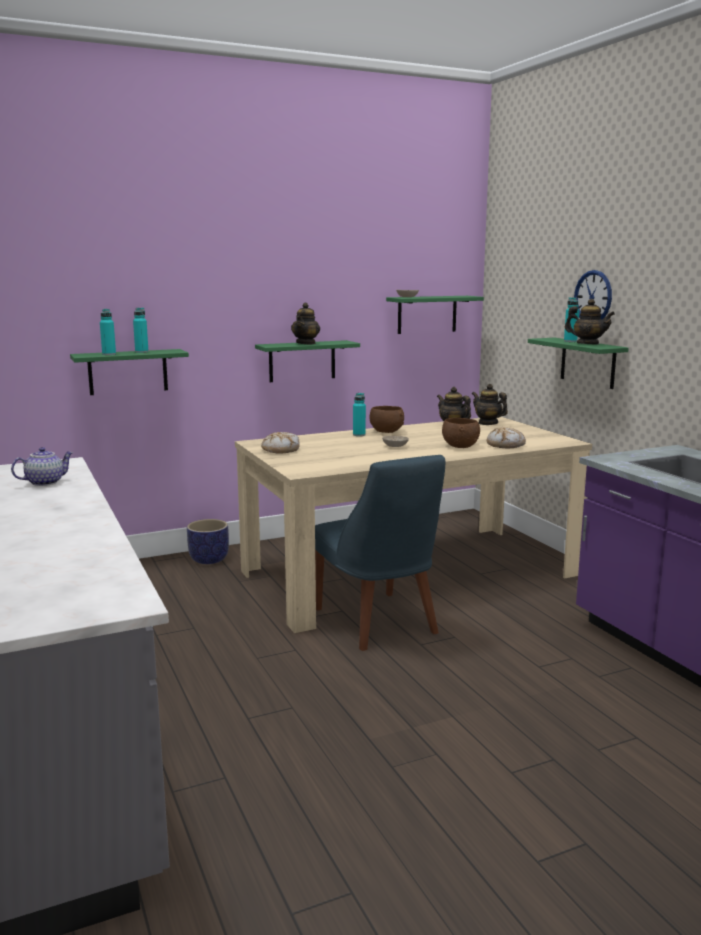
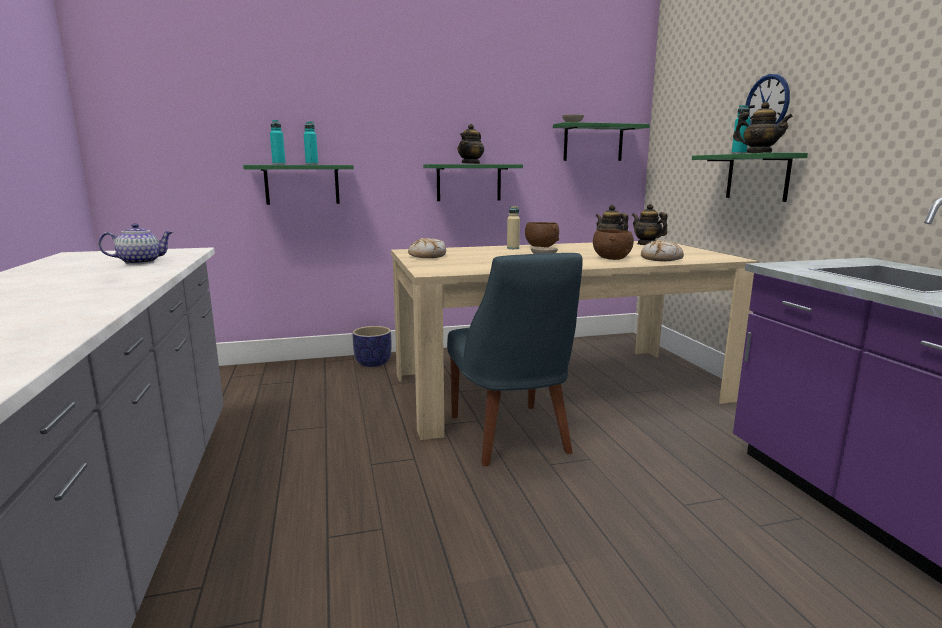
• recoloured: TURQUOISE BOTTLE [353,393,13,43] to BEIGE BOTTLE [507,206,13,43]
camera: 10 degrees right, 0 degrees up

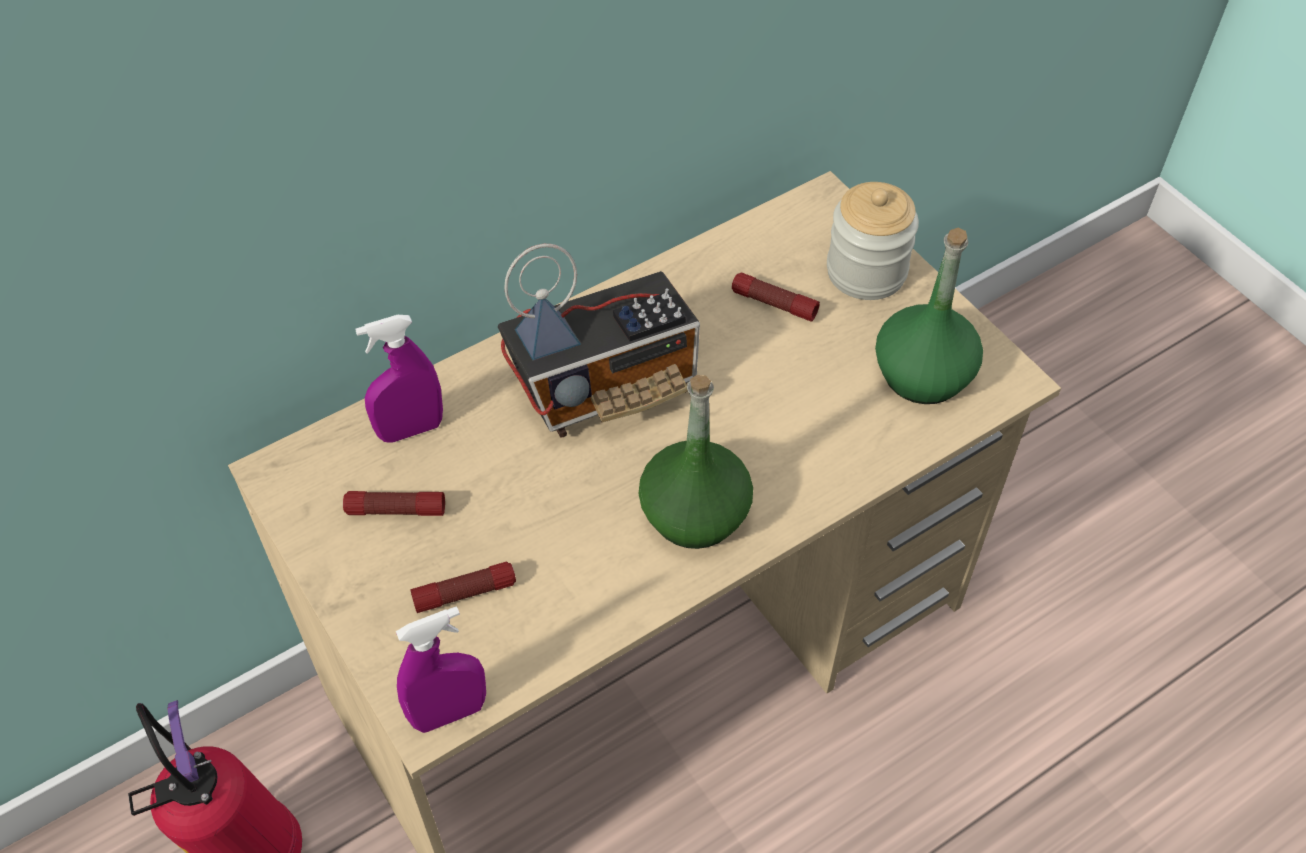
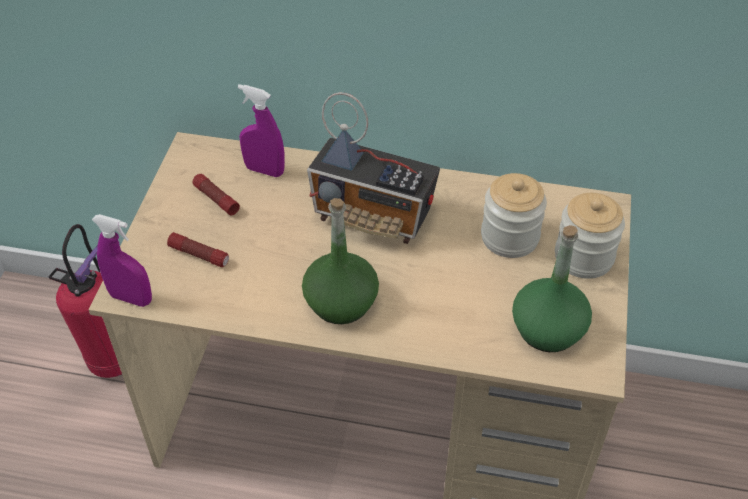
• replaced: FLASHLIGHT [732,272,88,50] to JAR [481,173,66,85]
camera: 45 degrees right, 5 degrees down

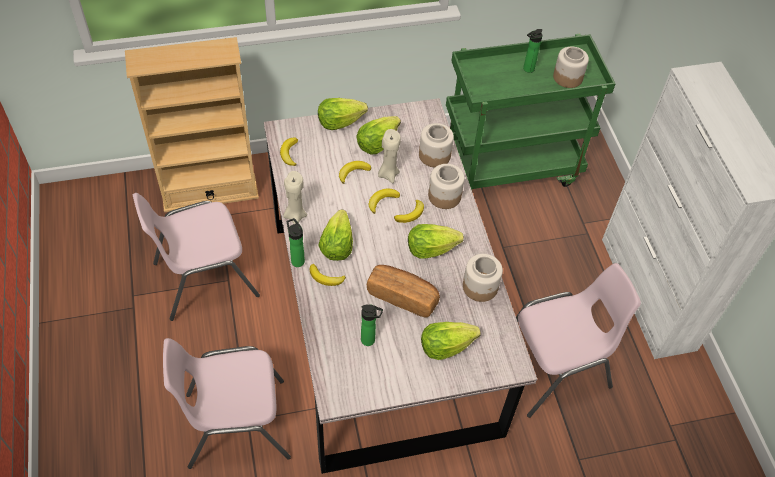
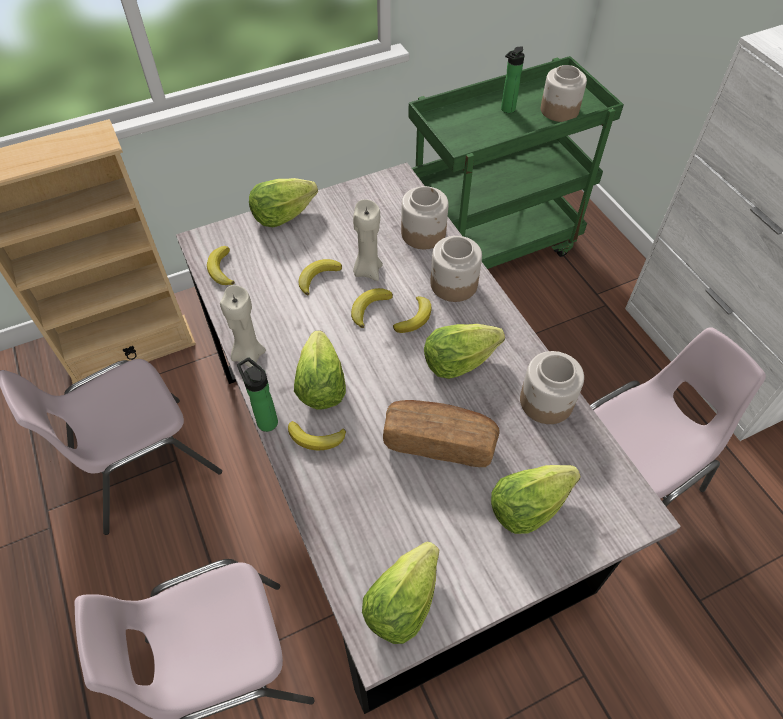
• moved: LETTUCE [356,116,45,39] to [362,541,77,103]
• removed: BOTTLE [361,304,22,42]
camera: 10 degrees left, 0 degrees up

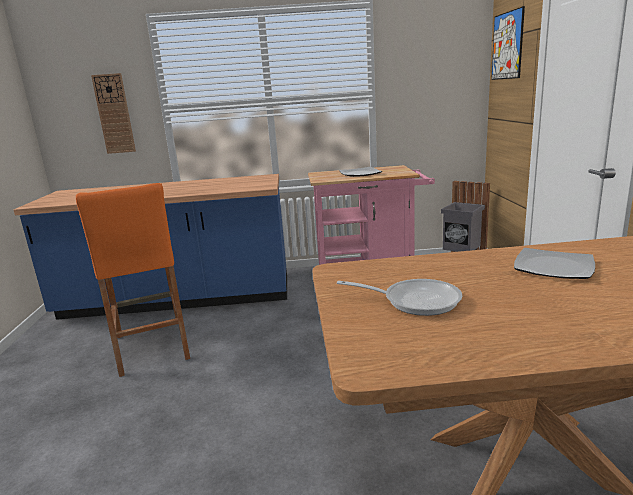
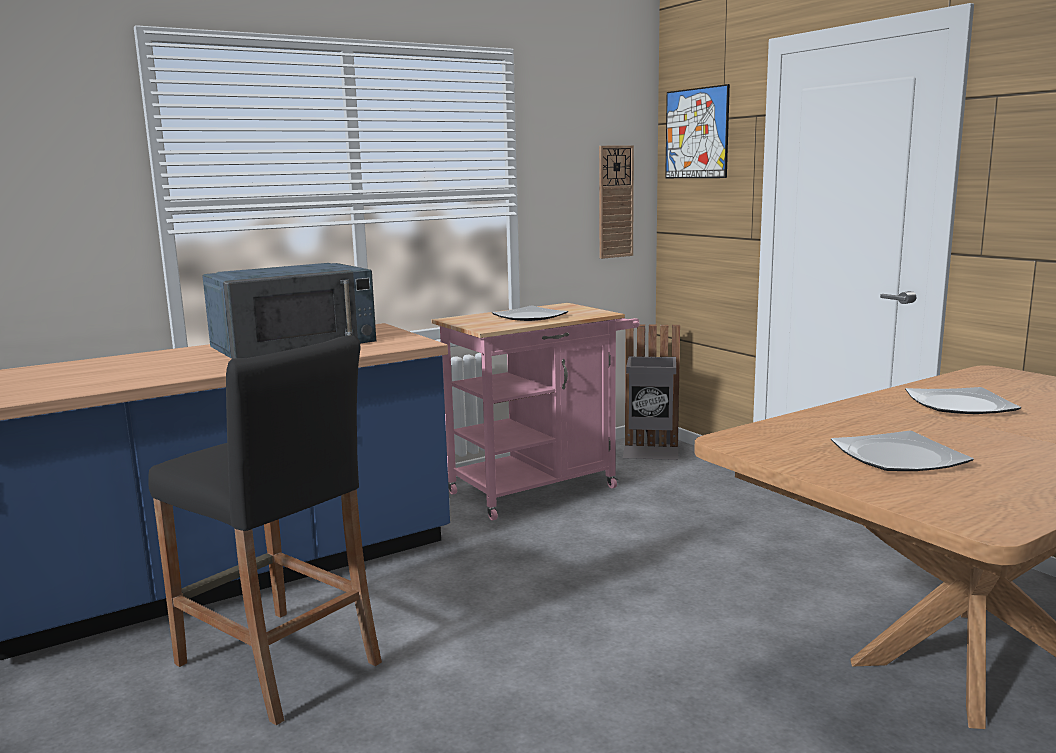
• moved: WALL CLOCK [91,73,45,81] to [599,145,35,114]
• recoloured: ORANGE STOOL [76,183,114,194] to BLACK STOOL [148,335,234,390]
• replaced: FRYING PAN [337,279,125,37] to PLATE [831,431,143,40]
• added: BLUE MICROWAVE [202,263,174,96]
camera: 30 degrees left, 5 degrees down

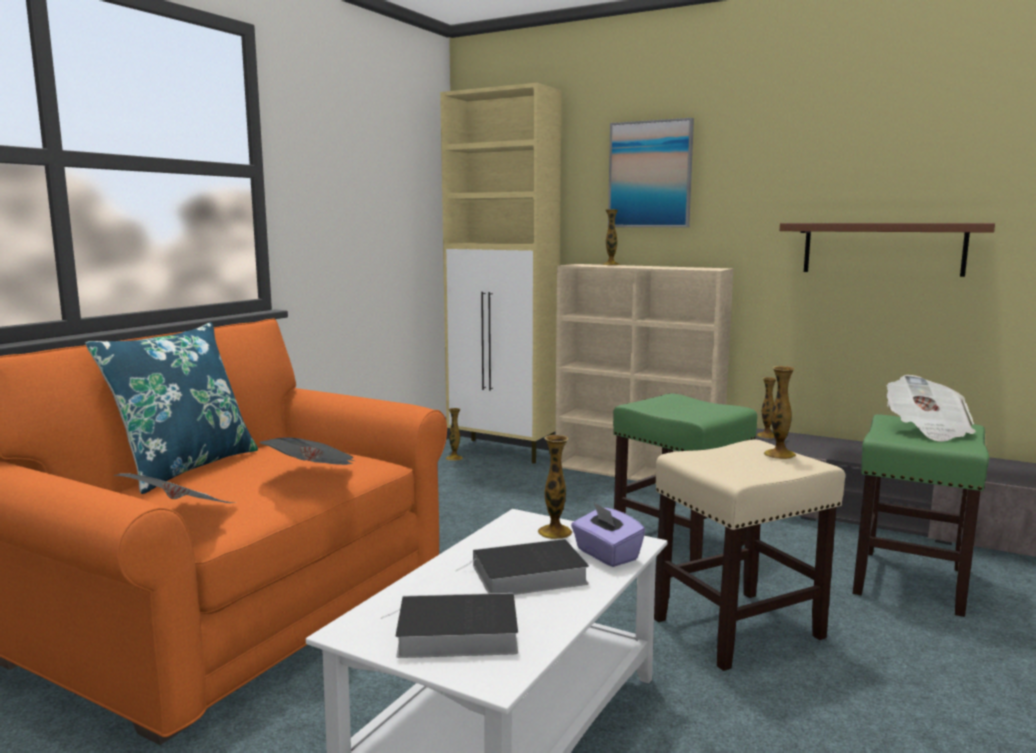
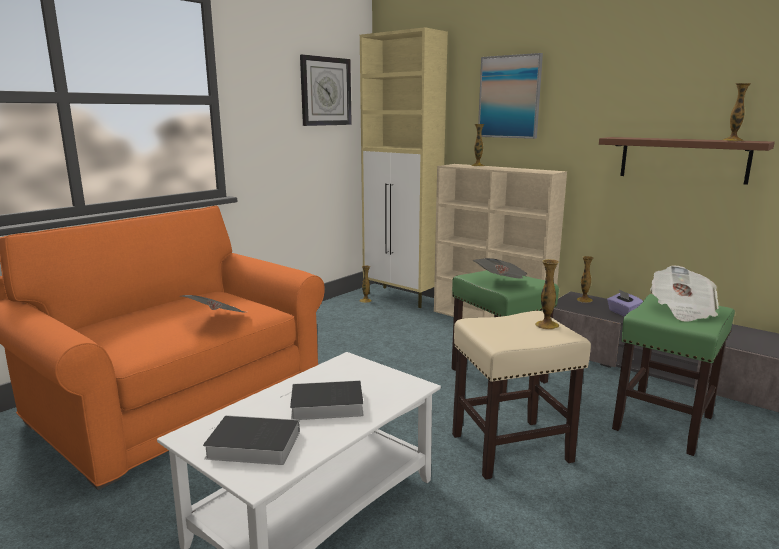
• removed: BLUE PILLOW [85,322,173,172]
• moved: VASE [538,435,34,104] to [723,83,28,58]
• moved: NEWSPAPER [113,473,123,30] to [472,258,55,20]
• moved: PURPLE TISSUE BOX [571,502,74,65] to [607,290,36,27]
• added: WALL CLOCK [300,54,52,72]
camera: 10 degrees right, 5 degrees up

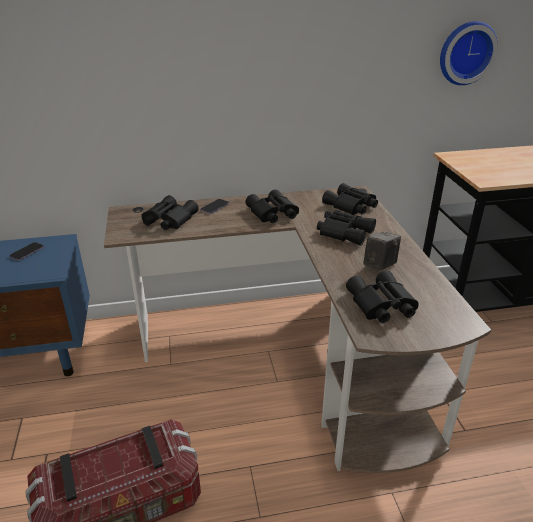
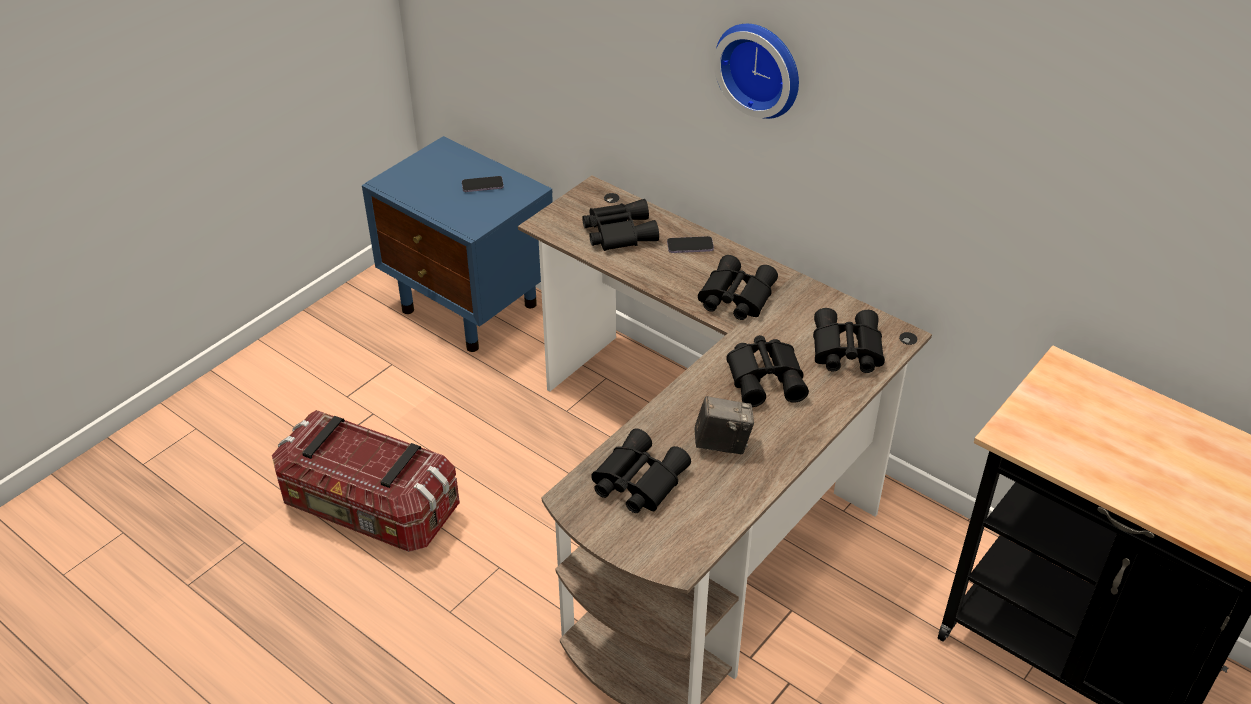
• moved: WALL CLOCK [440,21,58,64] to [714,24,85,95]
camera: 50 degrees right, 10 degrees up

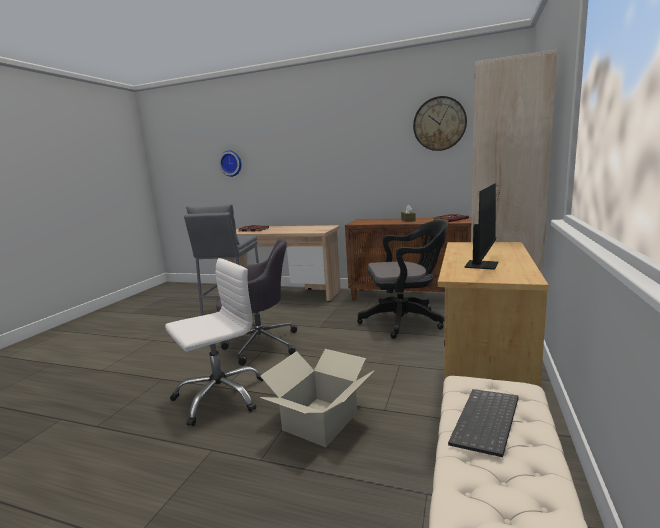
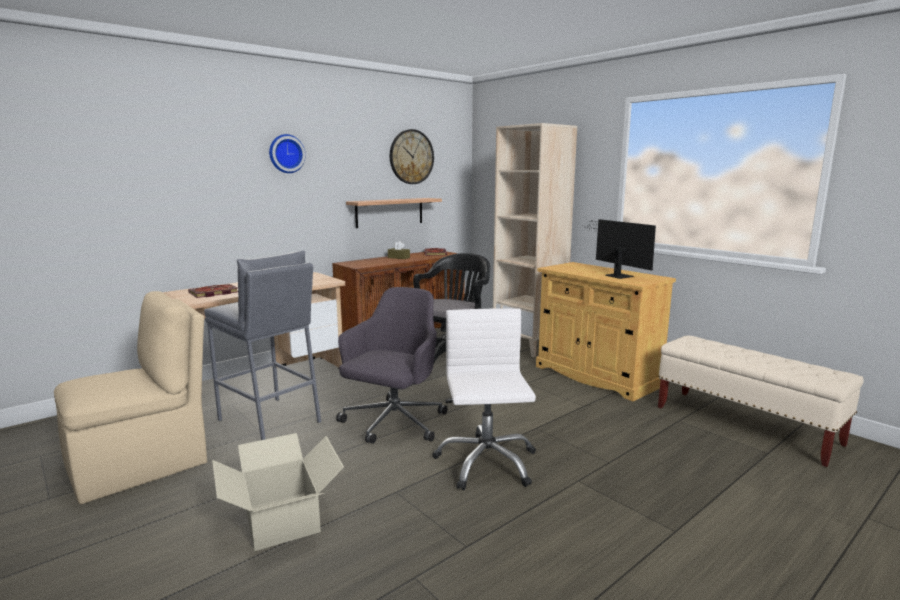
• moved: WALL CLOCK [219,150,23,27] to [269,134,37,39]
• moved: CARDBOARD BOX [260,349,114,98] to [212,433,132,118]
• removed: KEYBOARD [448,389,70,68]
• added: SHELF [346,198,96,30]
• added: BEIGE CHAIR [54,291,153,213]
camera: 60 degrees left, 0 degrees up

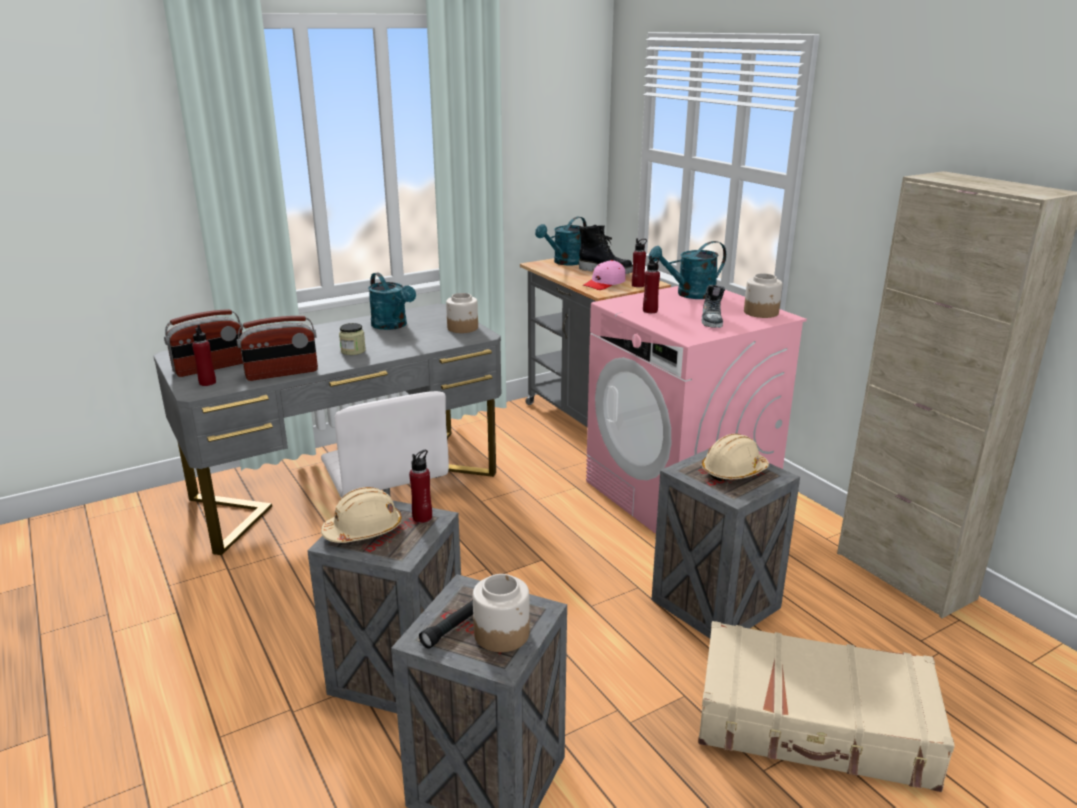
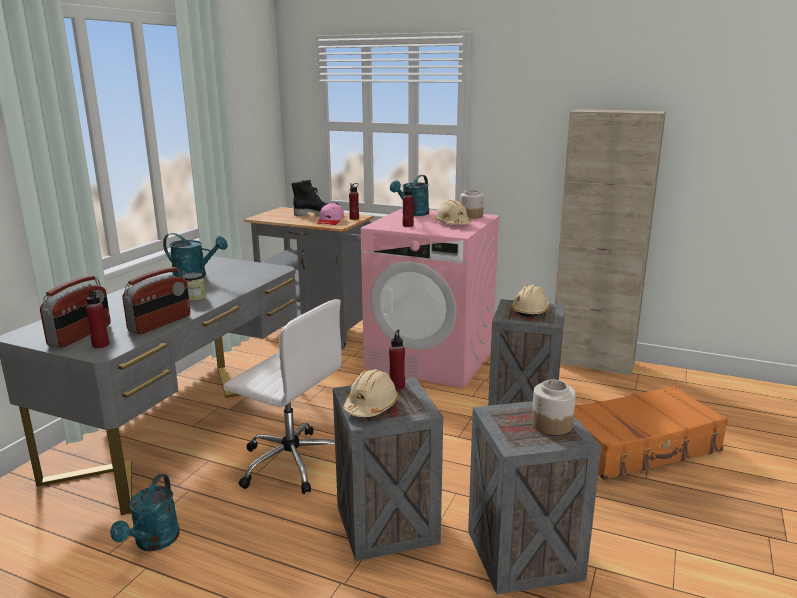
• moved: TURQUOISE WATERING CAN [535,217,52,48] to [110,474,70,77]
• replaced: SHOE [702,285,23,43] to BEIGE HARD HAT [435,200,37,25]
• removed: JAR [446,293,32,40]
• removed: BLACK FLASHLIGHT [419,600,54,49]
• recoloured: BEIGE SUITCASE [698,621,257,171] to ORANGE SUITCASE [574,385,154,95]
camera: 35 degrees left, 5 degrees down

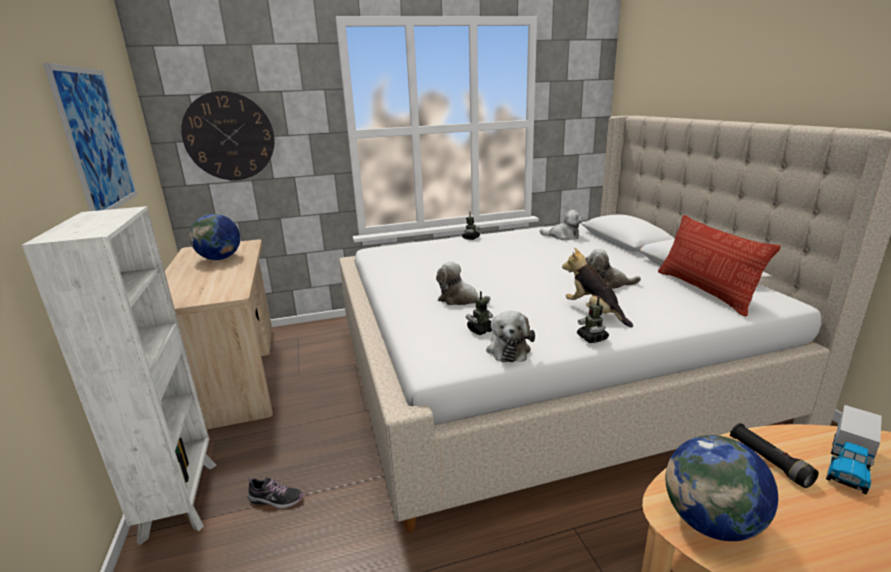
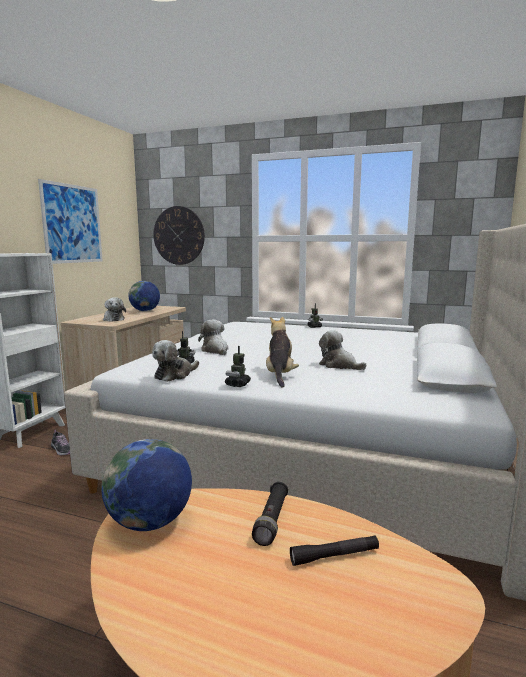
• moved: PLUSH TOY [540,210,43,30] to [103,297,23,25]
• removed: PILLOW [658,215,123,101]
• replaced: TOY TRUCK [826,405,56,89] to BLACK FLASHLIGHT [290,535,89,31]
camera: 35 degrees right, 10 degrees down

